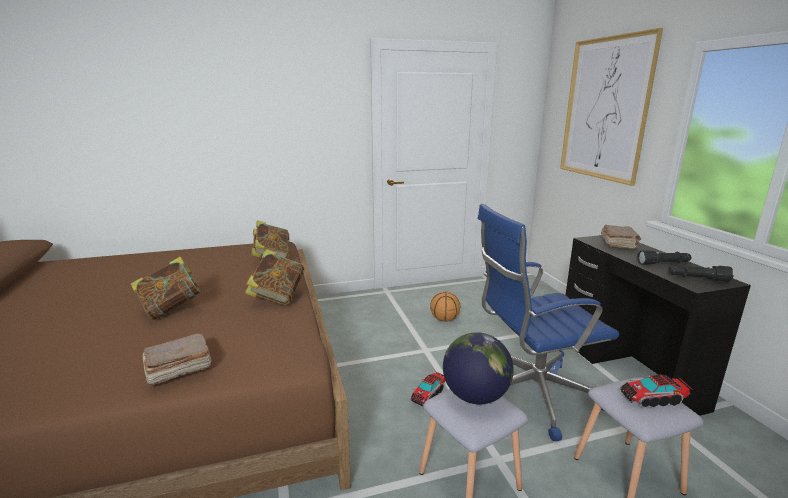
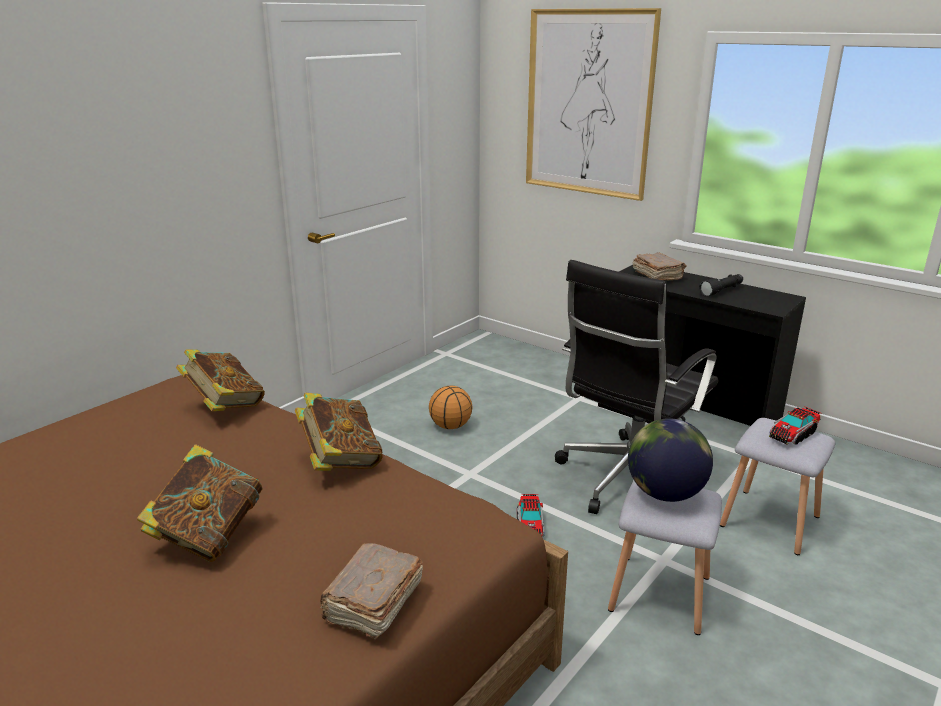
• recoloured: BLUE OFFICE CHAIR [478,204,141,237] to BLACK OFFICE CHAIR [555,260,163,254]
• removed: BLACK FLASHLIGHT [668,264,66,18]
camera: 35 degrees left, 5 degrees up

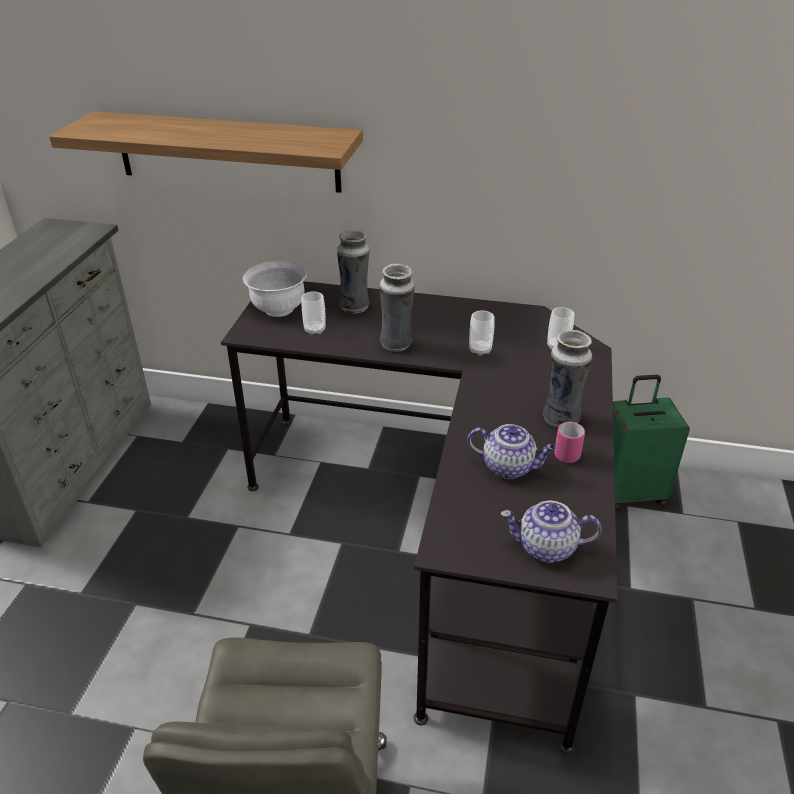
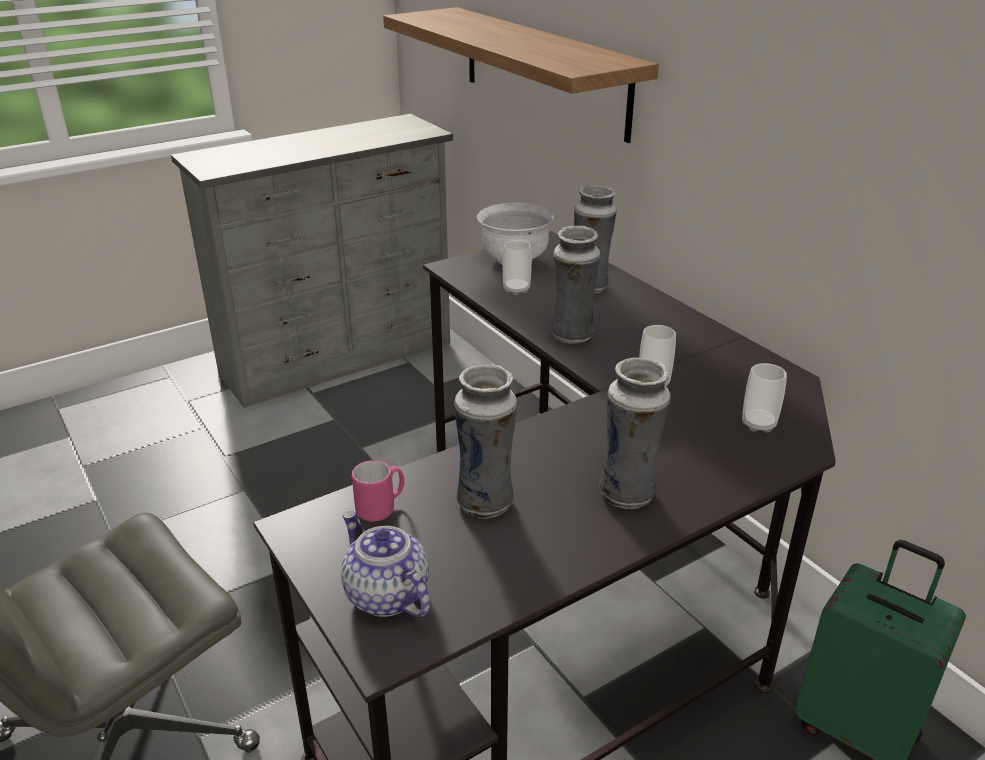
• moved: PINK MUG [554,421,31,42] to [352,460,53,62]
• replaced: TEAPOT [467,424,89,55] to VASE [454,364,63,155]
camera: 45 degrees right, 5 degrees down

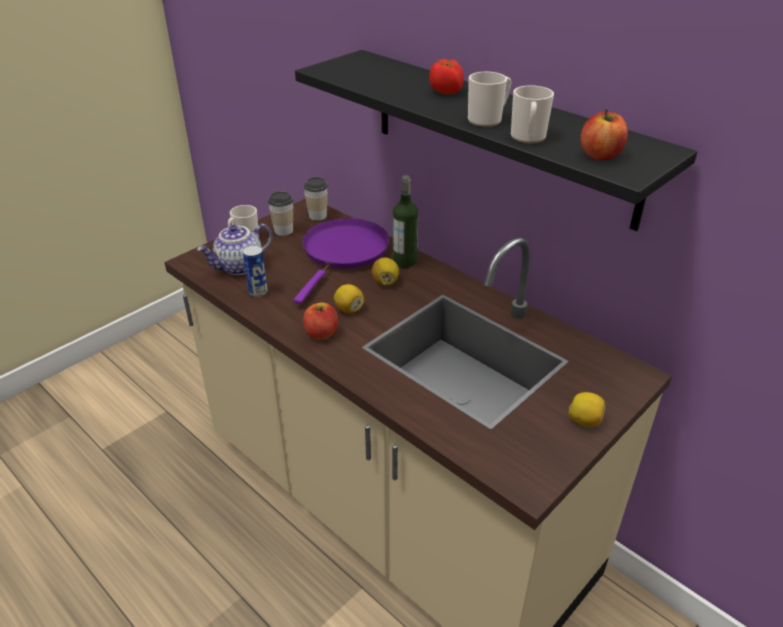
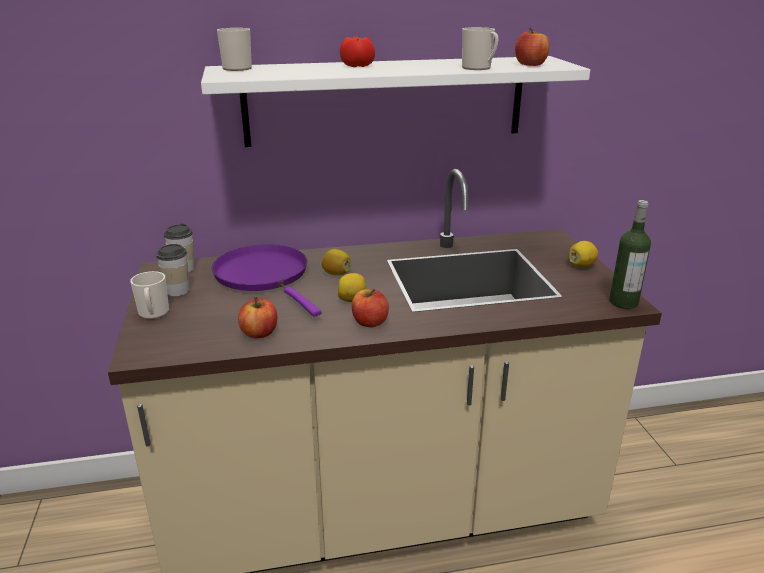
• recoloured: BLACK SHELF [295,50,402,181] to WHITE SHELF [201,56,389,91]
• moved: MUG [468,72,43,55] to [217,28,35,43]
• moved: BOTTLE [393,175,25,93] to [609,200,42,109]
• removed: TEAPOT [197,224,76,51]
• replaced: CAN [243,245,25,52] to APPLE [238,297,39,41]
camera: 55 degrees left, 10 degrees down

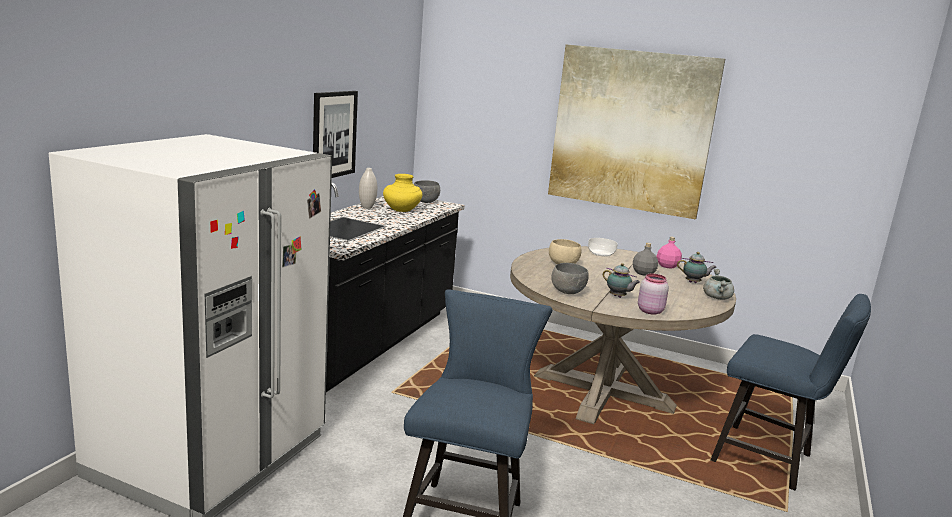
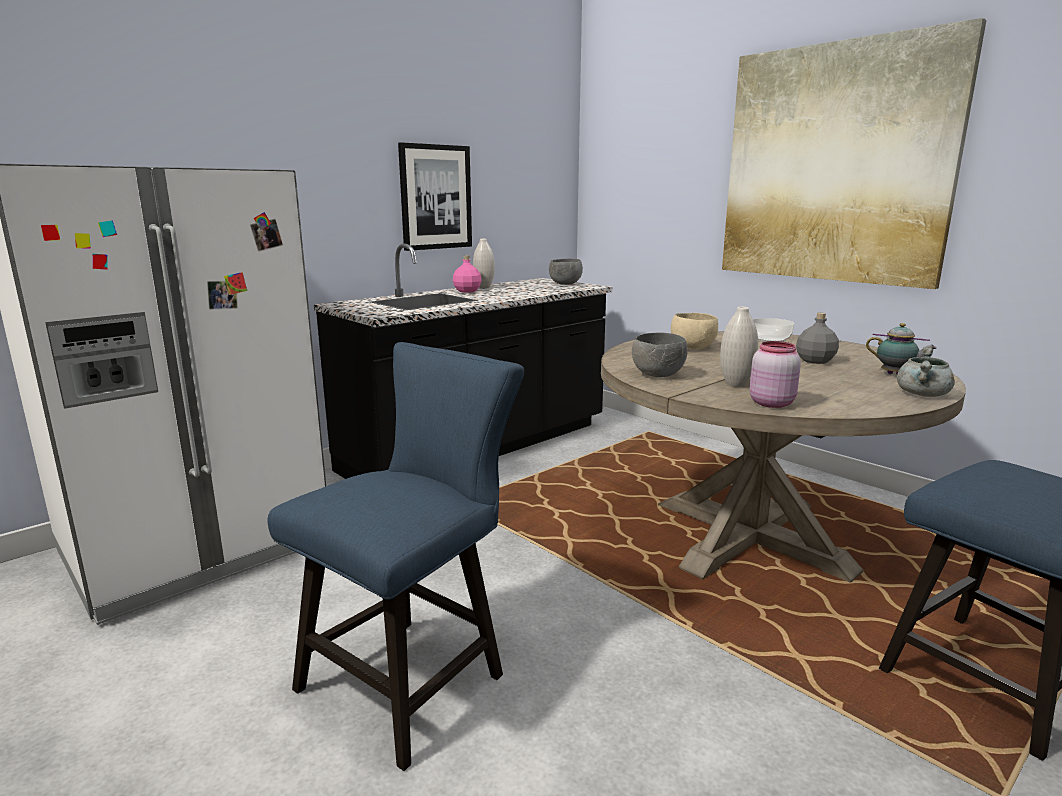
• removed: YELLOW VASE [383,174,39,38]
• moved: PINK BOTTLE [657,237,25,32] to [453,255,29,38]
• replaced: TEAPOT [603,263,37,35] to WHITE VASE [720,307,38,80]
camera: 25 degrees right, 0 degrees up

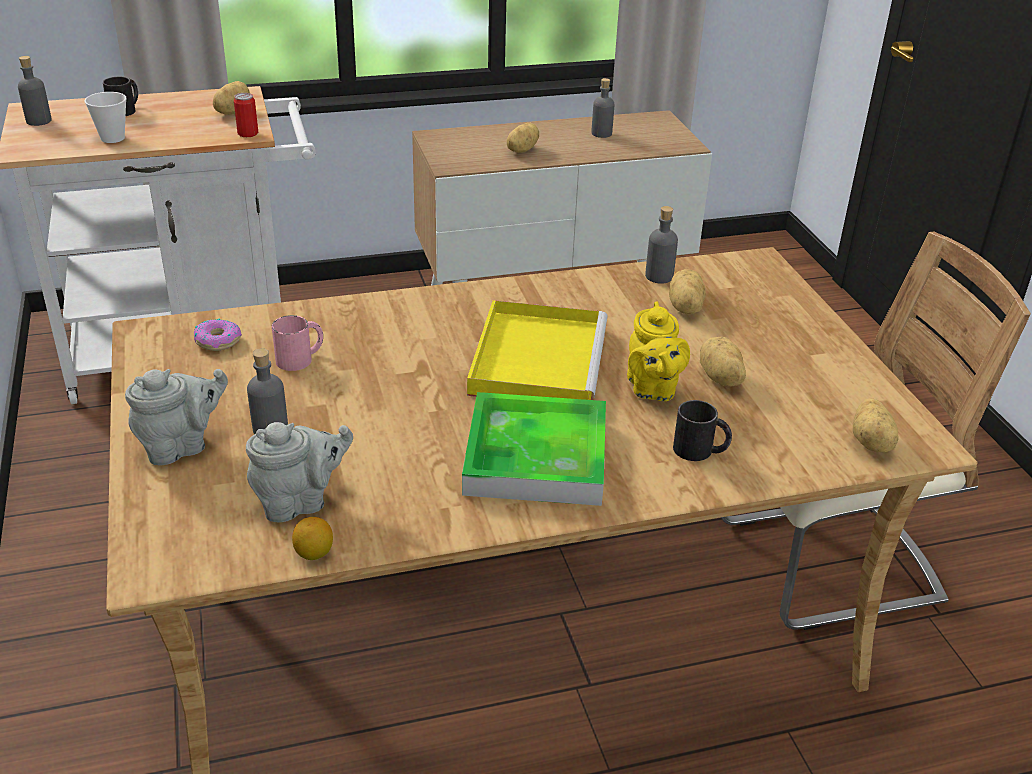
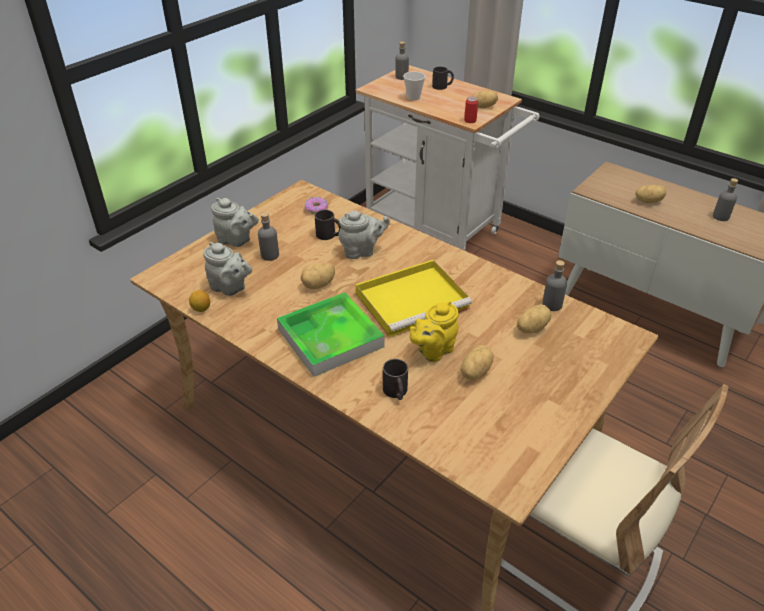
• recoloured: PINK MUG [272,315,51,56] to BLACK MUG [315,210,26,30]
• moved: POTATO [853,398,46,55] to [301,263,34,27]
• added: GREY TEAPOT [339,211,51,48]
camera: 55 degrees right, 5 degrees up

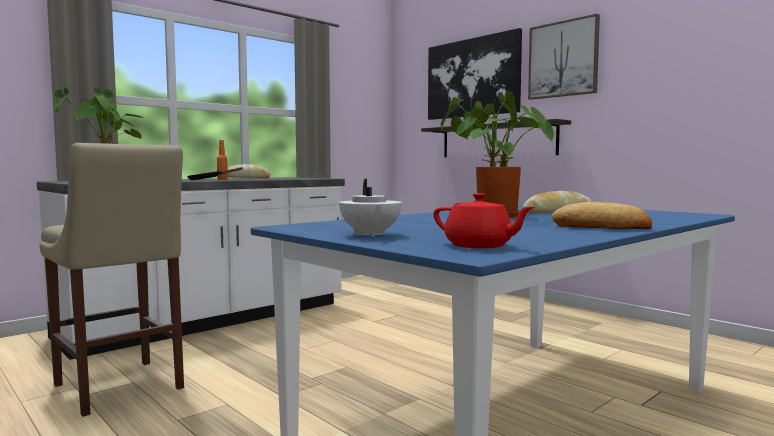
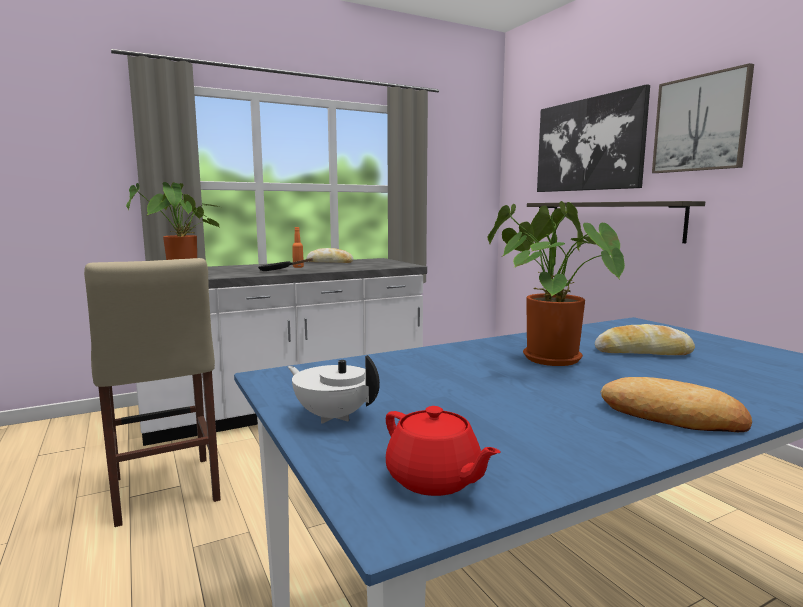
• turned: WHITE TEAPOT [339,179,63,58] = [288,355,92,69] 120 degrees clockwise
camera: 15 degrees right, 5 degrees up

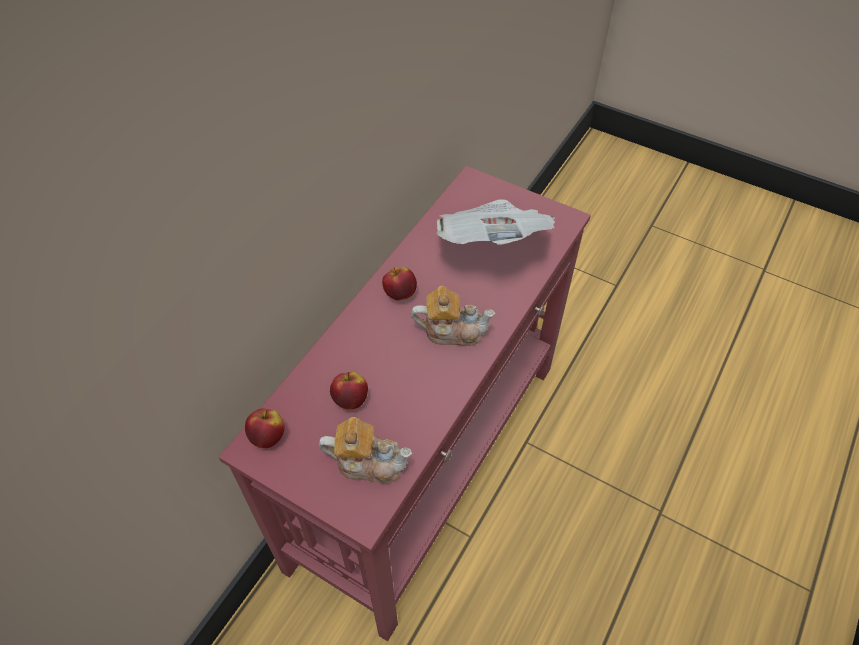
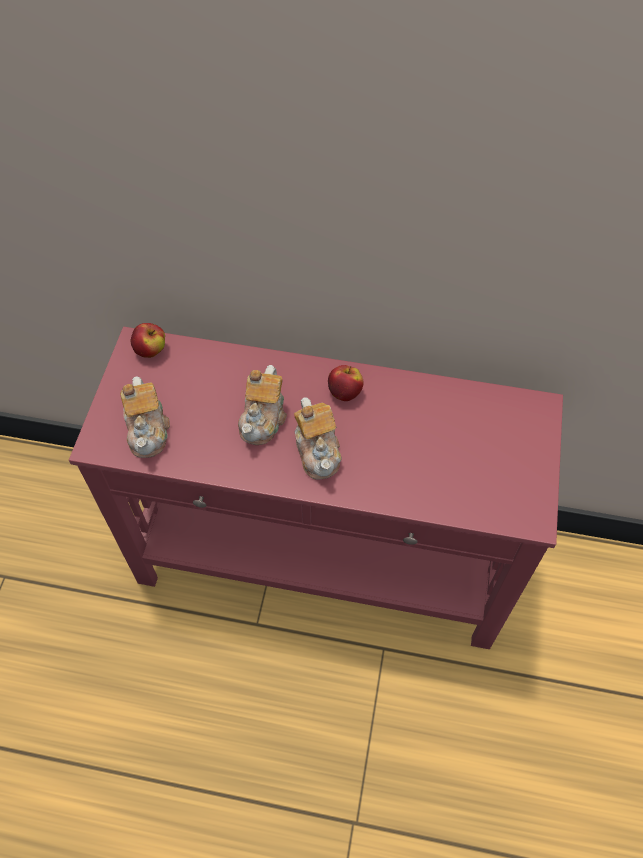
• removed: NEWSPAPER [436,199,119,46]
• removed: APPLE [330,372,38,37]
• added: TEAPOT [238,365,49,80]
camera: 70 degrees right, 5 degrees up

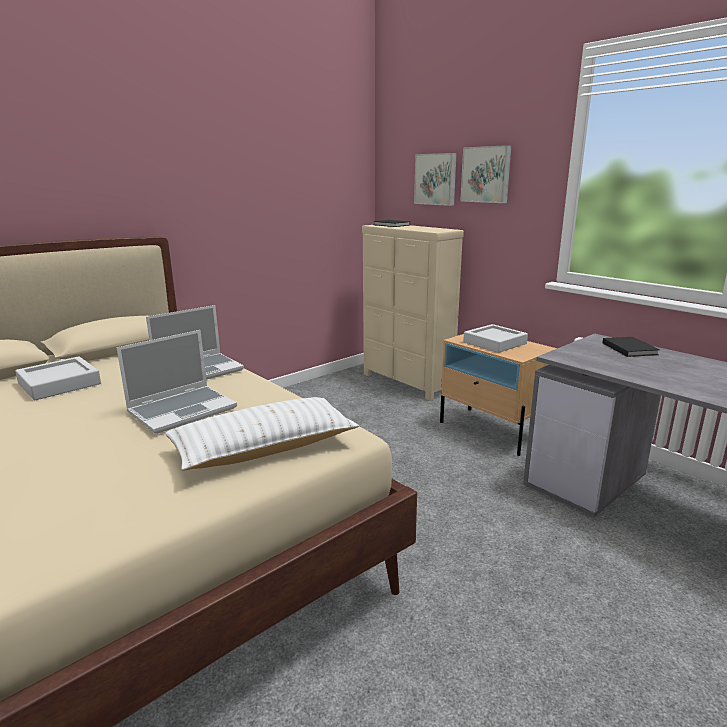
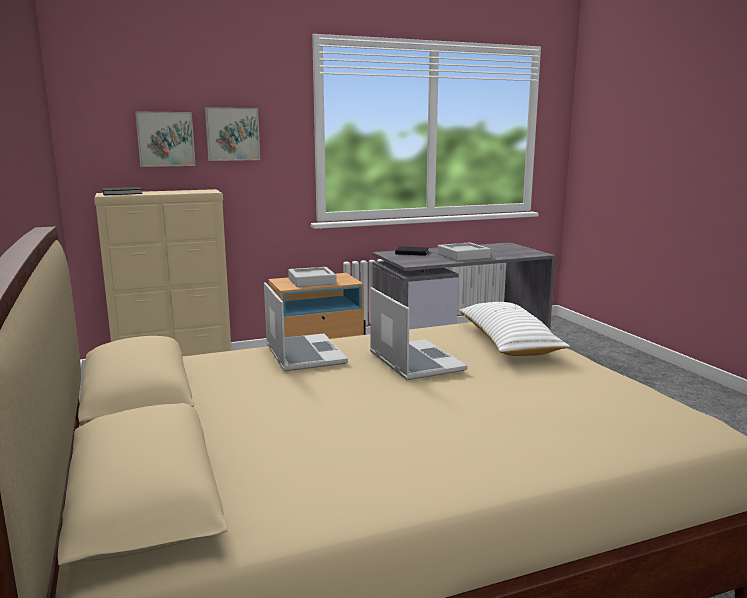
• moved: GREY TRAY [15,356,86,44] to [438,242,53,19]
camera: 70 degrees left, 5 degrees down

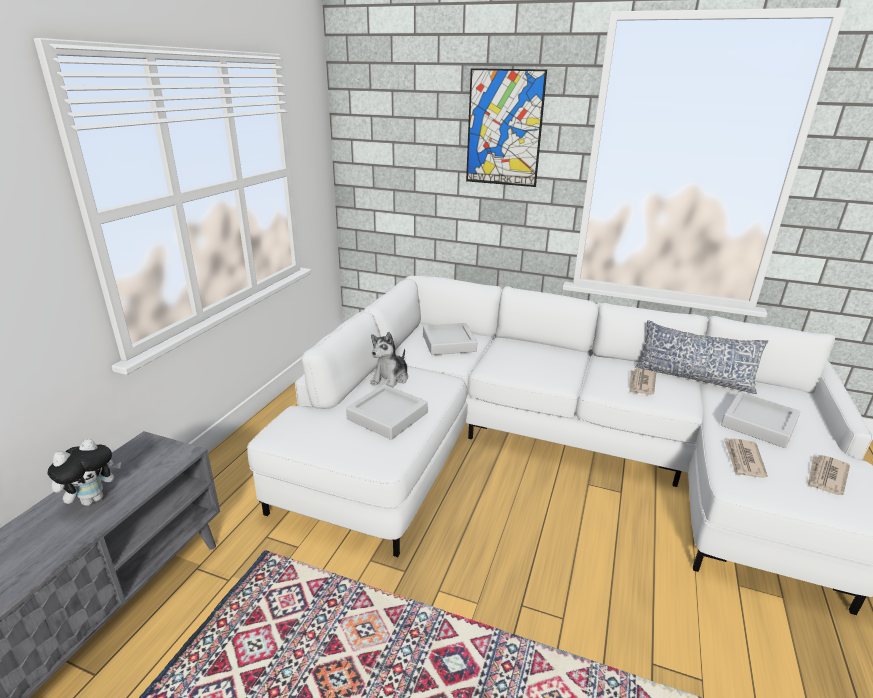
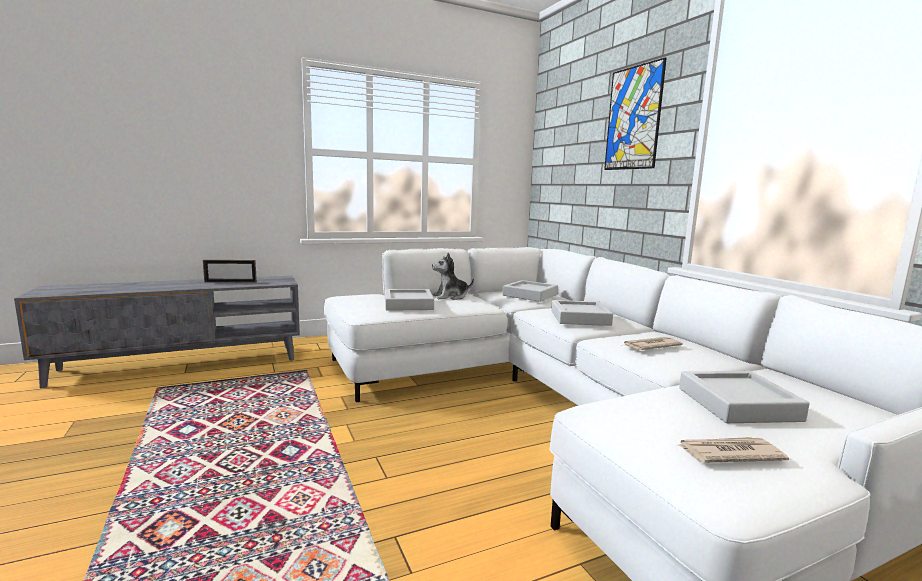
• removed: PILLOW [635,320,133,74]
• removed: NEWSPAPER [724,438,44,40]
• replaced: PLUSH TOY [47,439,74,67] to PICTURE FRAME [203,260,54,23]
• added: GREY TRAY [551,300,62,26]
camera: 45 degrees right, 15 degrees down

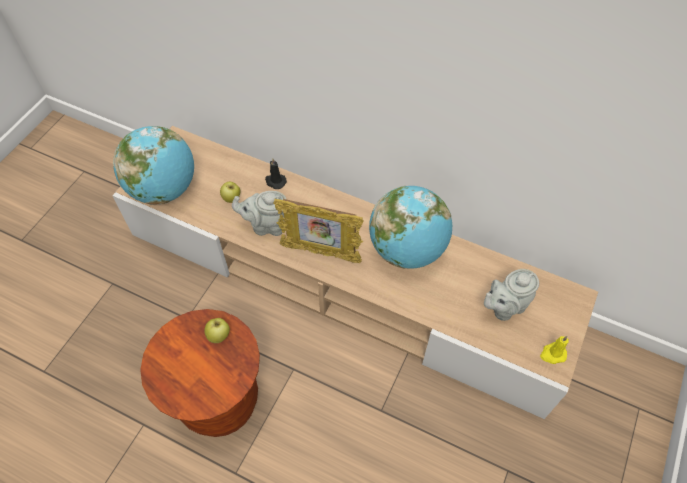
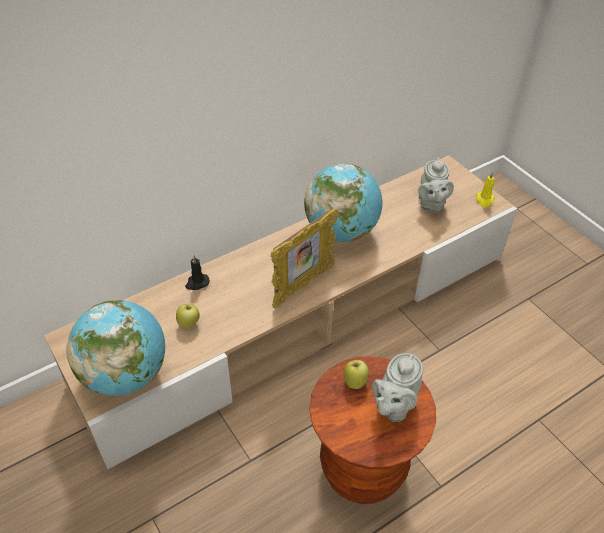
• moved: GREY TEAPOT [232,191,54,45] to [372,353,51,69]
camera: 60 degrees left, 10 degrees down

